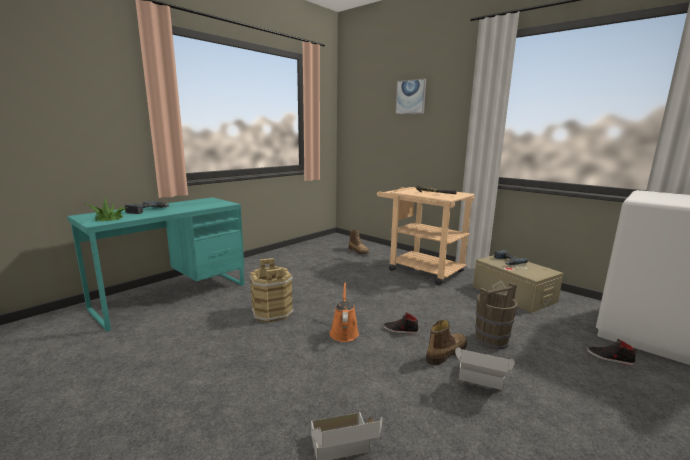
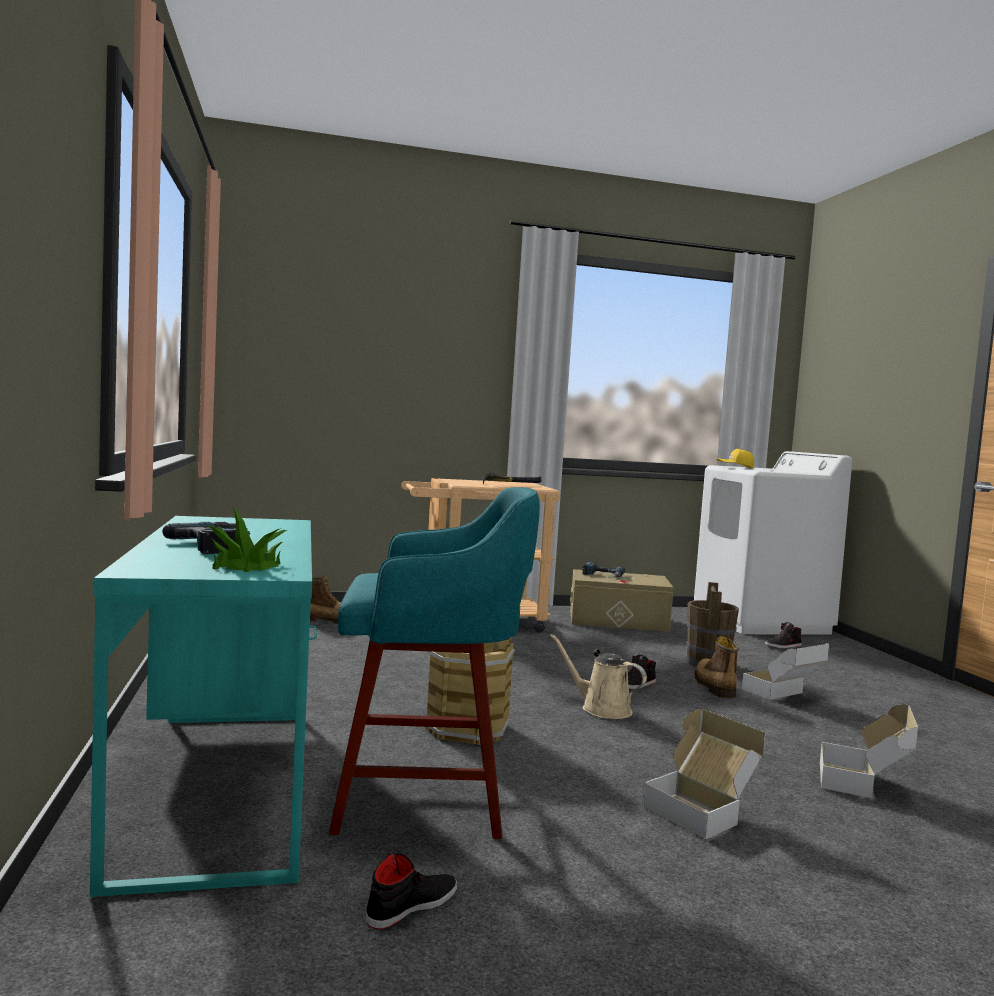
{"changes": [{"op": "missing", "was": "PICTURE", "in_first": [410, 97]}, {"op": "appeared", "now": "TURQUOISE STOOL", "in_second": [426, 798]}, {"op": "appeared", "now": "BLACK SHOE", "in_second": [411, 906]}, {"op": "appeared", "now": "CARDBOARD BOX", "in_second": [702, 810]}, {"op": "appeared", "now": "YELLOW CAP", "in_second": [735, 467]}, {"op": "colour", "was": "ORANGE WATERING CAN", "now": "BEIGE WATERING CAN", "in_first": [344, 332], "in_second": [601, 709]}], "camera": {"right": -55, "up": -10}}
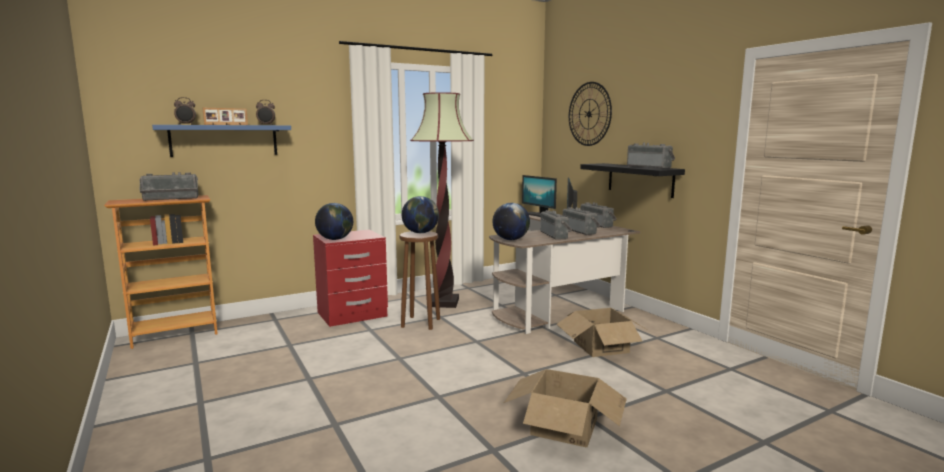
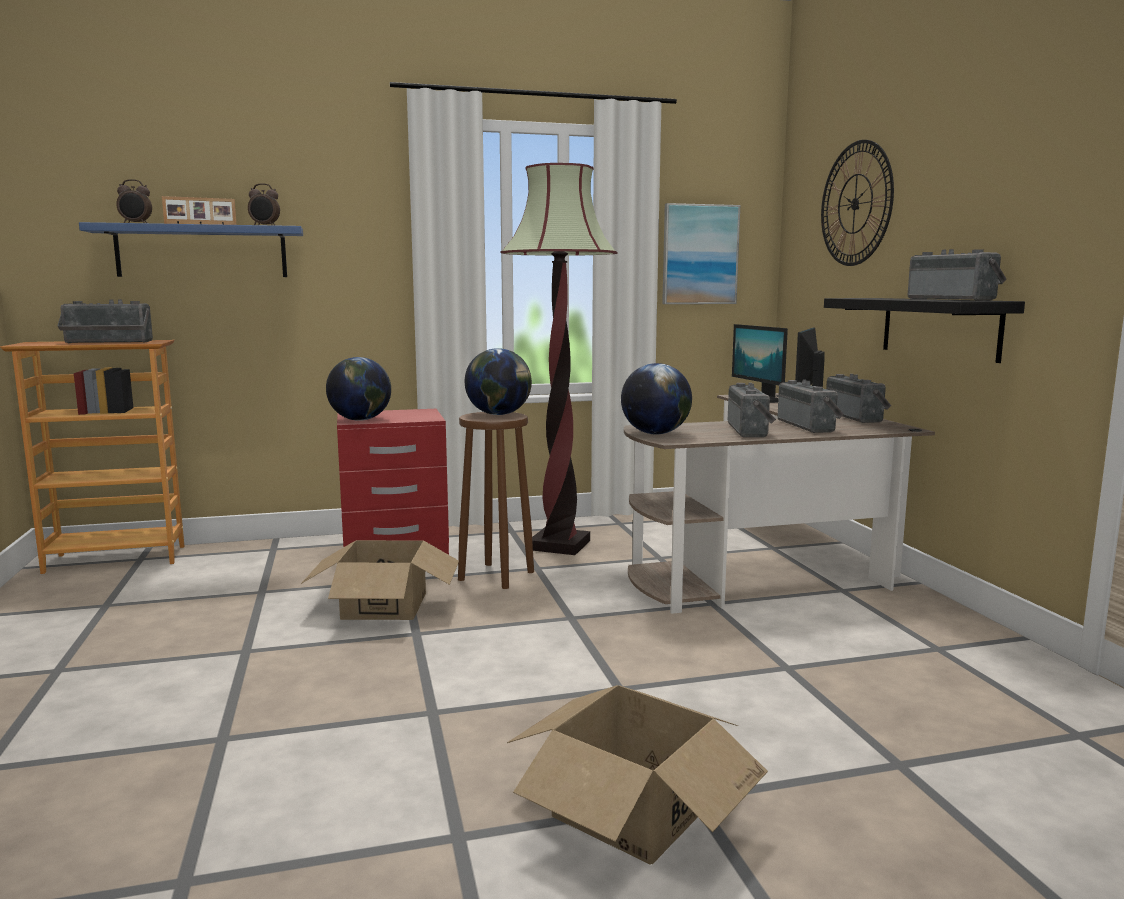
{"changes": [{"op": "appeared", "now": "PICTURE", "in_second": [699, 254]}, {"op": "relocated", "was": "CARDBOARD BOX", "in_first": [600, 347], "in_second": [383, 605]}], "camera": {"right": 15, "up": 0}}
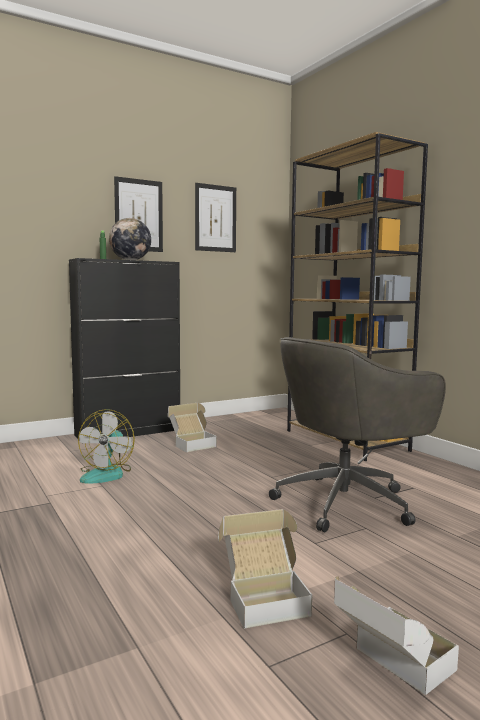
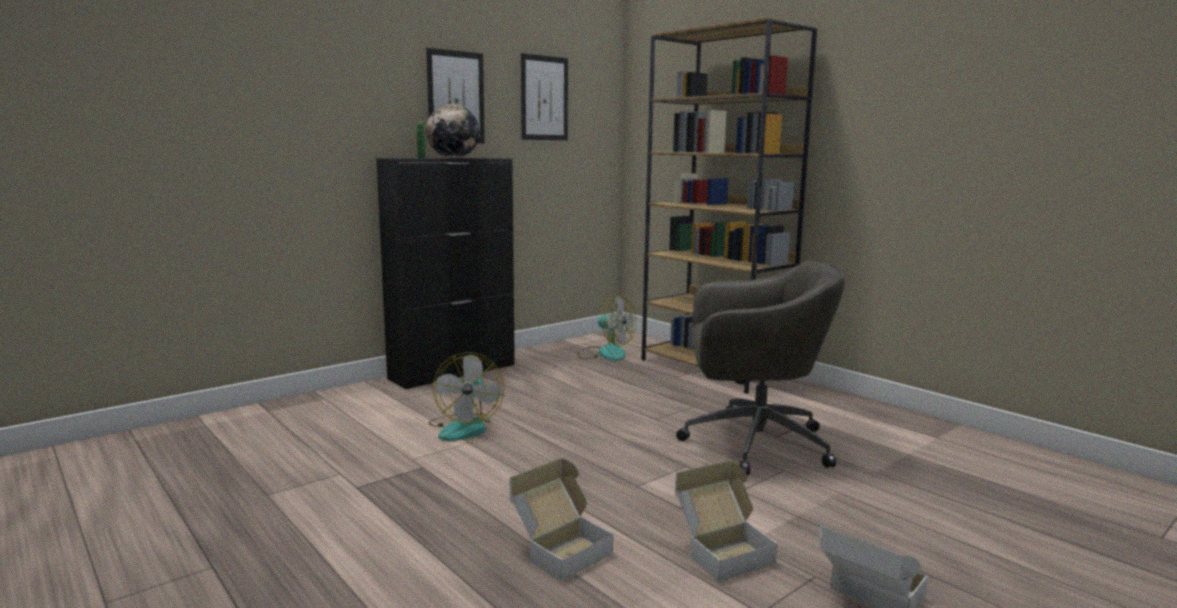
{"changes": [{"op": "appeared", "now": "FAN", "in_second": [605, 353]}, {"op": "relocated", "was": "CARDBOARD BOX", "in_first": [191, 444], "in_second": [559, 550]}, {"op": "spun", "was": "GREY OFFICE CHAIR", "in_first": [347, 502], "in_second": [751, 443], "clockwise": -135}], "camera": {"right": -10, "up": 5}}
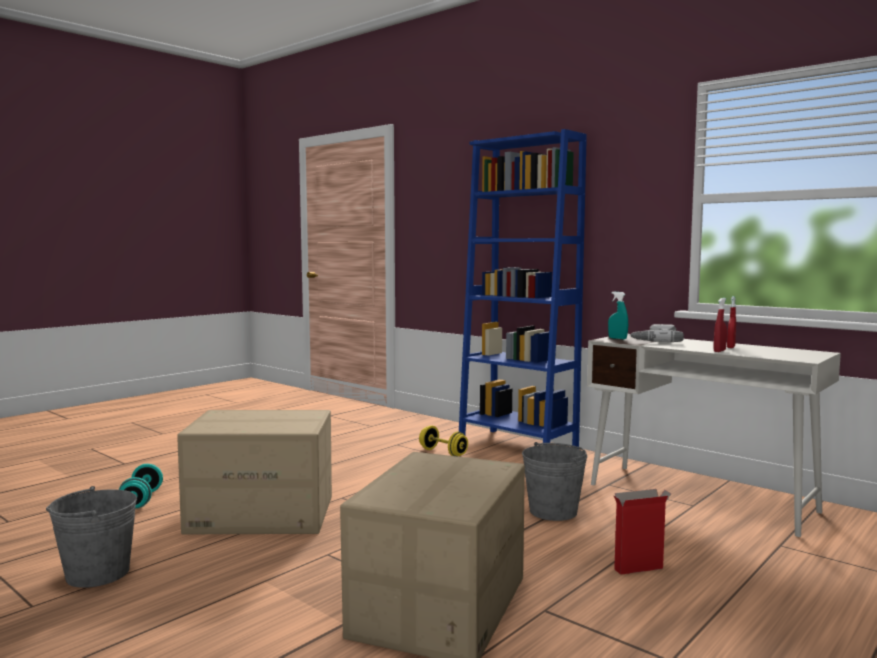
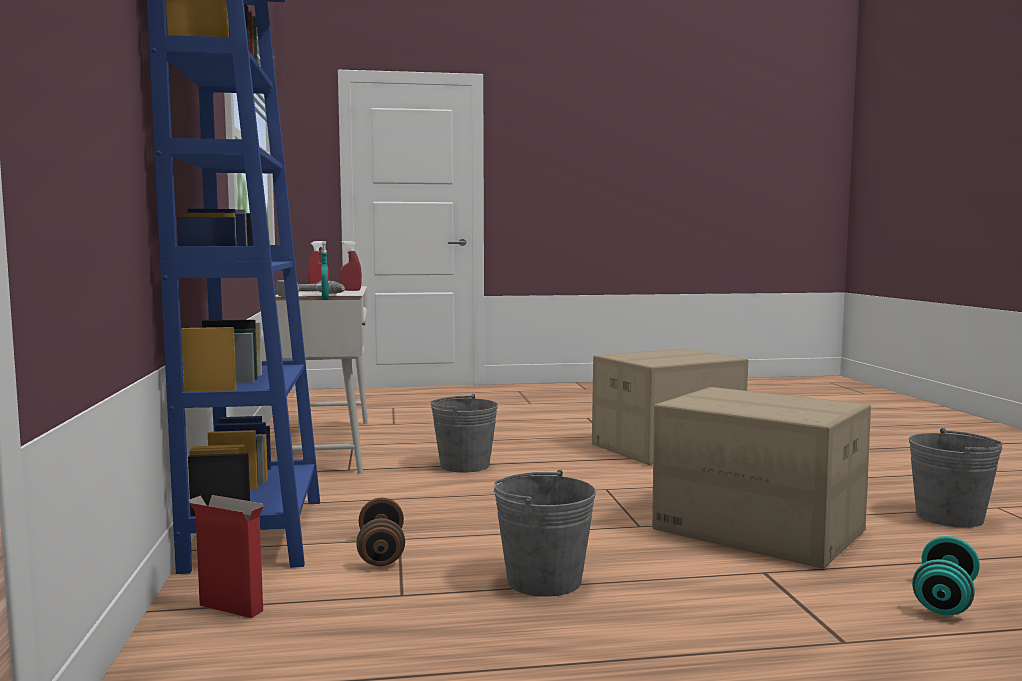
{"changes": [{"op": "appeared", "now": "GREY BUCKET", "in_second": [544, 580]}, {"op": "relocated", "was": "CARDBOARD BOX", "in_first": [639, 568], "in_second": [229, 608]}, {"op": "colour", "was": "YELLOW DUMBBELL", "now": "BROWN DUMBBELL", "in_first": [443, 453], "in_second": [381, 552]}], "camera": {"right": -140, "up": 0}}
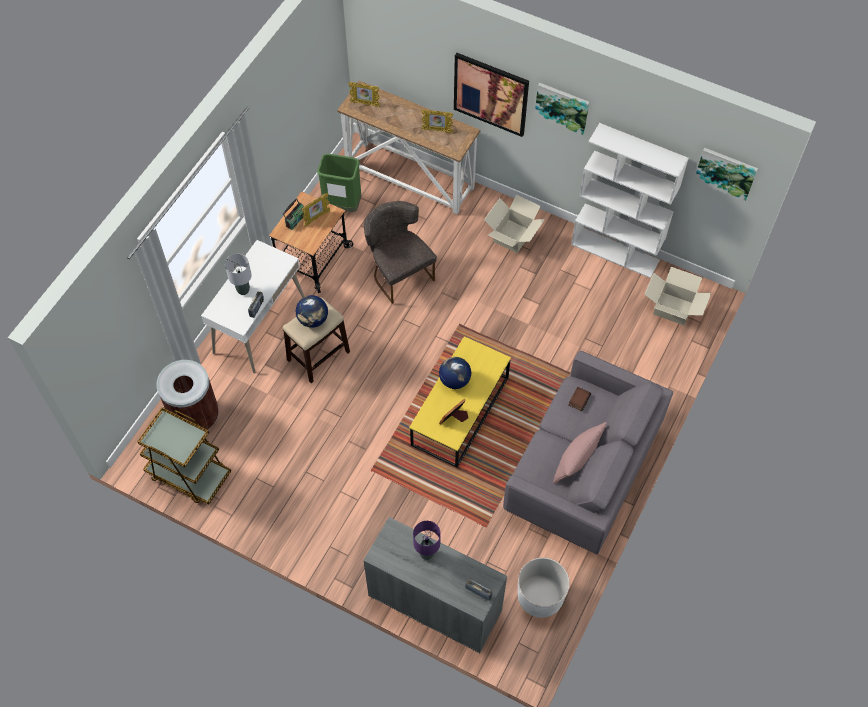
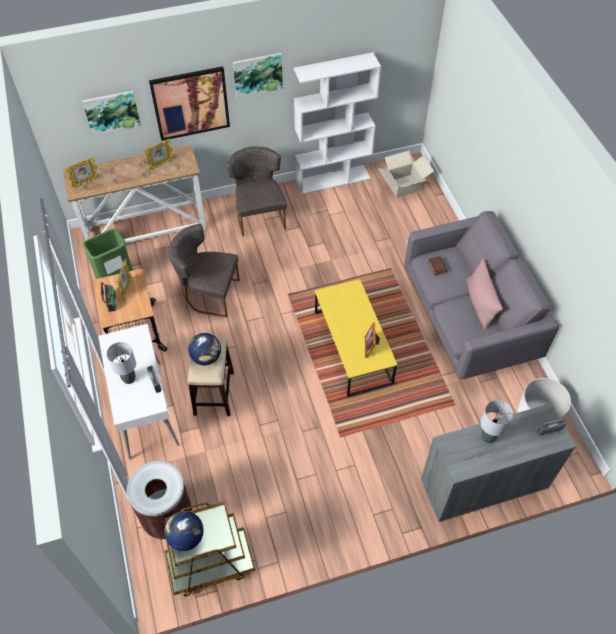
{"changes": [{"op": "relocated", "was": "GLOBE", "in_first": [454, 380], "in_second": [186, 537]}, {"op": "relocated", "was": "PICTURE", "in_first": [726, 172], "in_second": [112, 112]}, {"op": "exchanged", "was": "CARDBOARD BOX", "now": "GREY CHAIR", "in_first": [513, 236], "in_second": [259, 215]}, {"op": "colour", "was": "PURPLE TABLE LAMP", "now": "GREY TABLE LAMP", "in_first": [427, 554], "in_second": [488, 437]}], "camera": {"right": -45, "up": -5}}
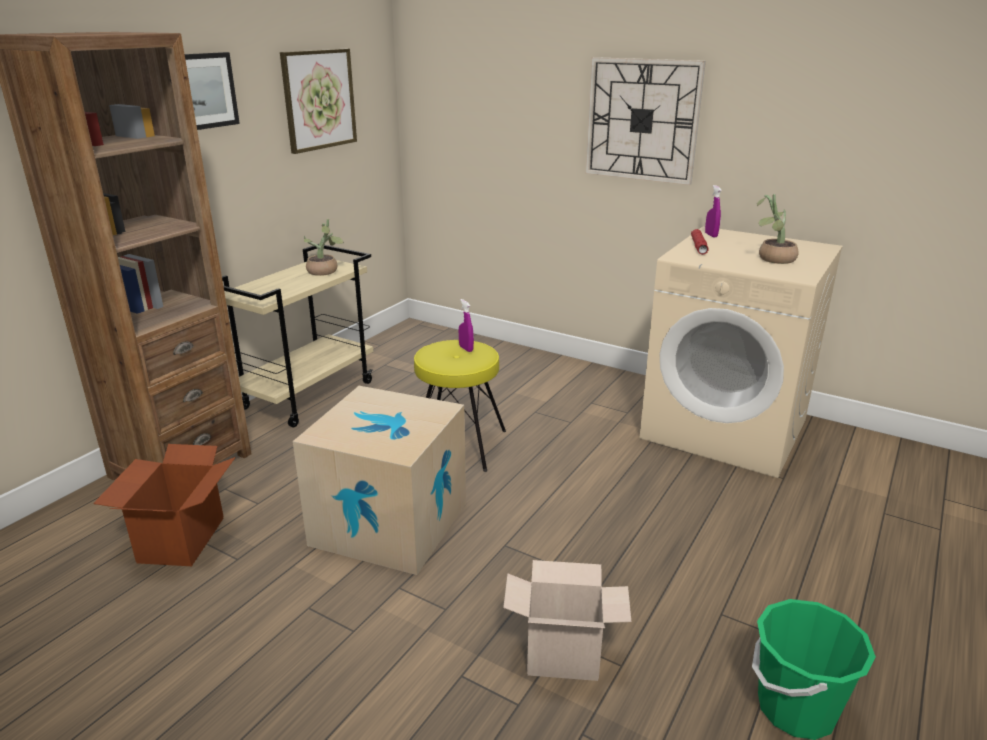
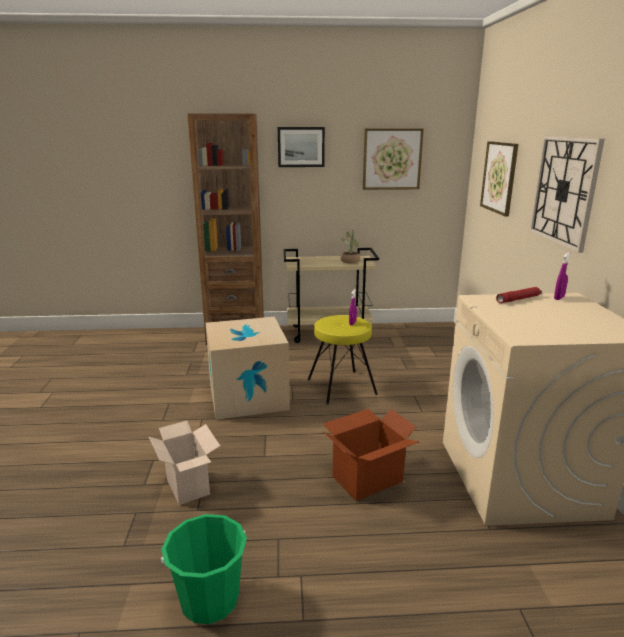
{"changes": [{"op": "missing", "was": "POTTED PLANT", "in_first": [772, 259]}, {"op": "appeared", "now": "PICTURE", "in_second": [499, 177]}, {"op": "relocated", "was": "CARDBOARD BOX", "in_first": [180, 540], "in_second": [366, 478]}], "camera": {"right": 55, "up": -5}}
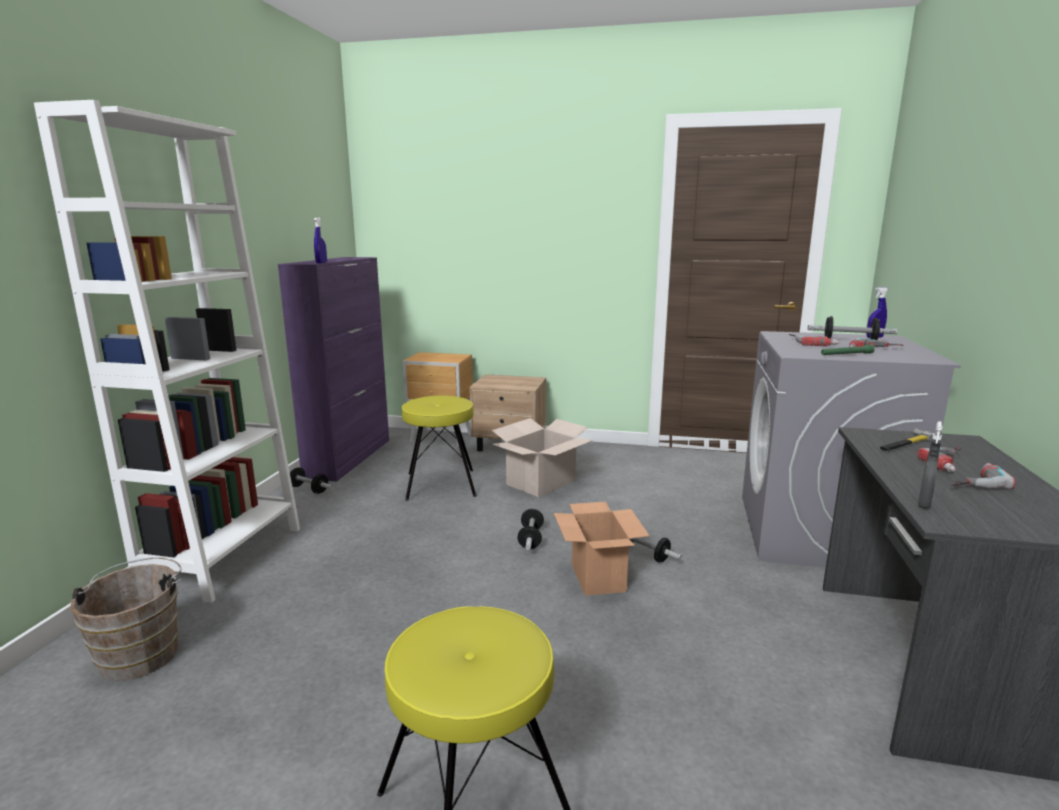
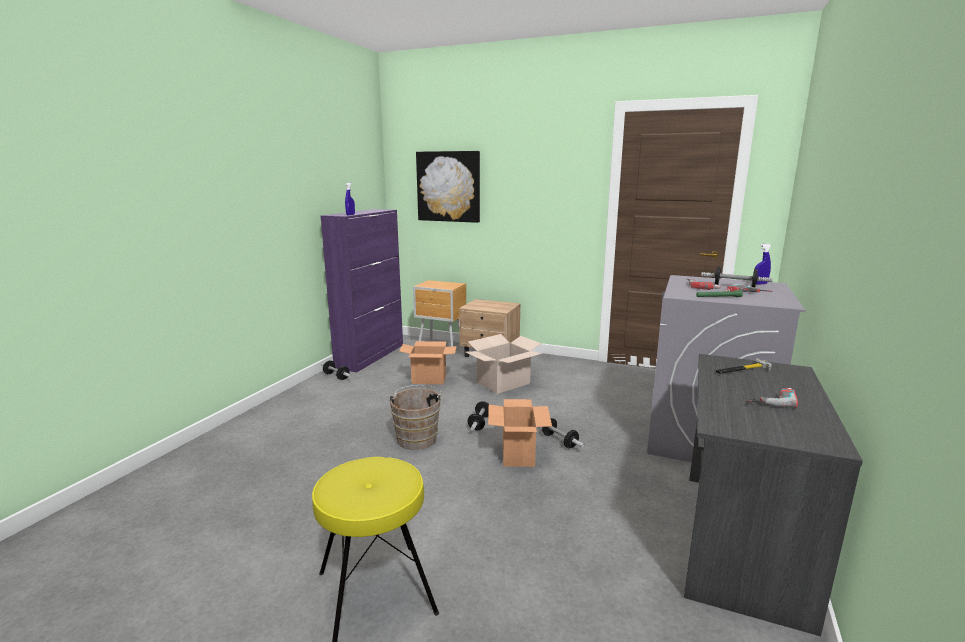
{"changes": [{"op": "missing", "was": "WHITE BOOKCASE", "in_first": [224, 557]}, {"op": "missing", "was": "GREY SPRAY BOTTLE", "in_first": [924, 503]}, {"op": "missing", "was": "POWER DRILL", "in_first": [954, 463]}, {"op": "appeared", "now": "PICTURE", "in_second": [448, 186]}, {"op": "relocated", "was": "BROWN BUCKET", "in_first": [142, 653], "in_second": [417, 438]}, {"op": "exchanged", "was": "YELLOW STOOL", "now": "CARDBOARD BOX", "in_first": [441, 484], "in_second": [429, 379]}], "camera": {"right": 10, "up": 0}}
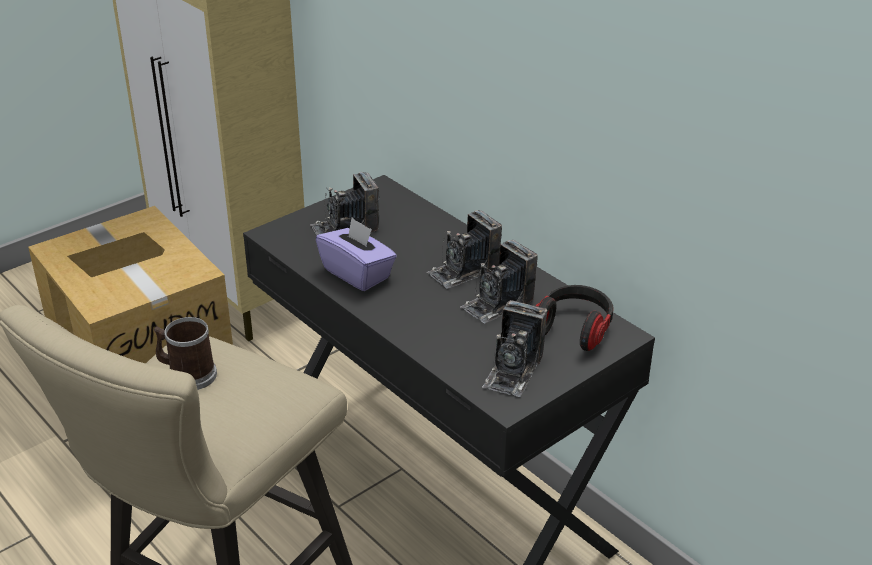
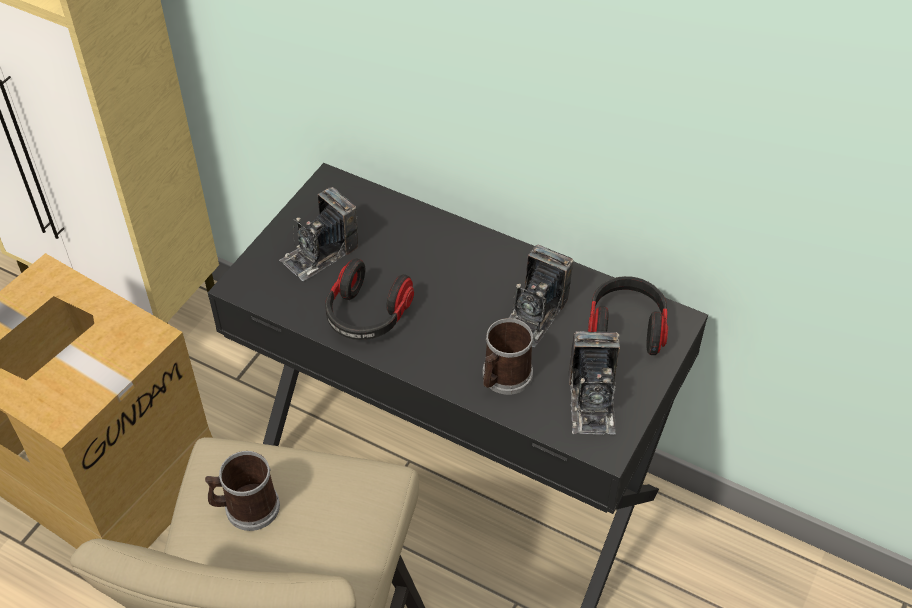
{"changes": [{"op": "missing", "was": "PHOTO CAMERA", "in_first": [463, 271]}, {"op": "appeared", "now": "MUG", "in_second": [503, 378]}, {"op": "exchanged", "was": "PURPLE TISSUE BOX", "now": "HEADPHONES", "in_first": [357, 273], "in_second": [367, 316]}], "camera": {"right": -20, "up": 15}}
